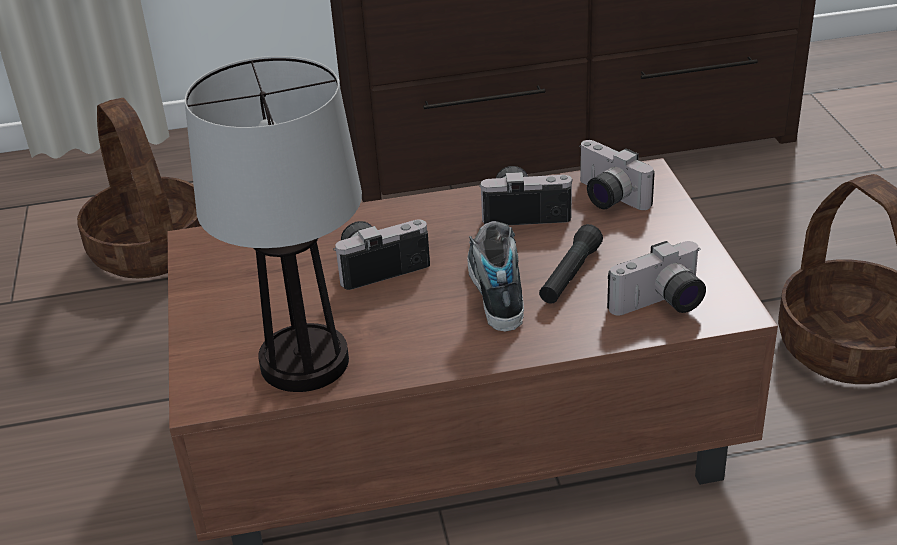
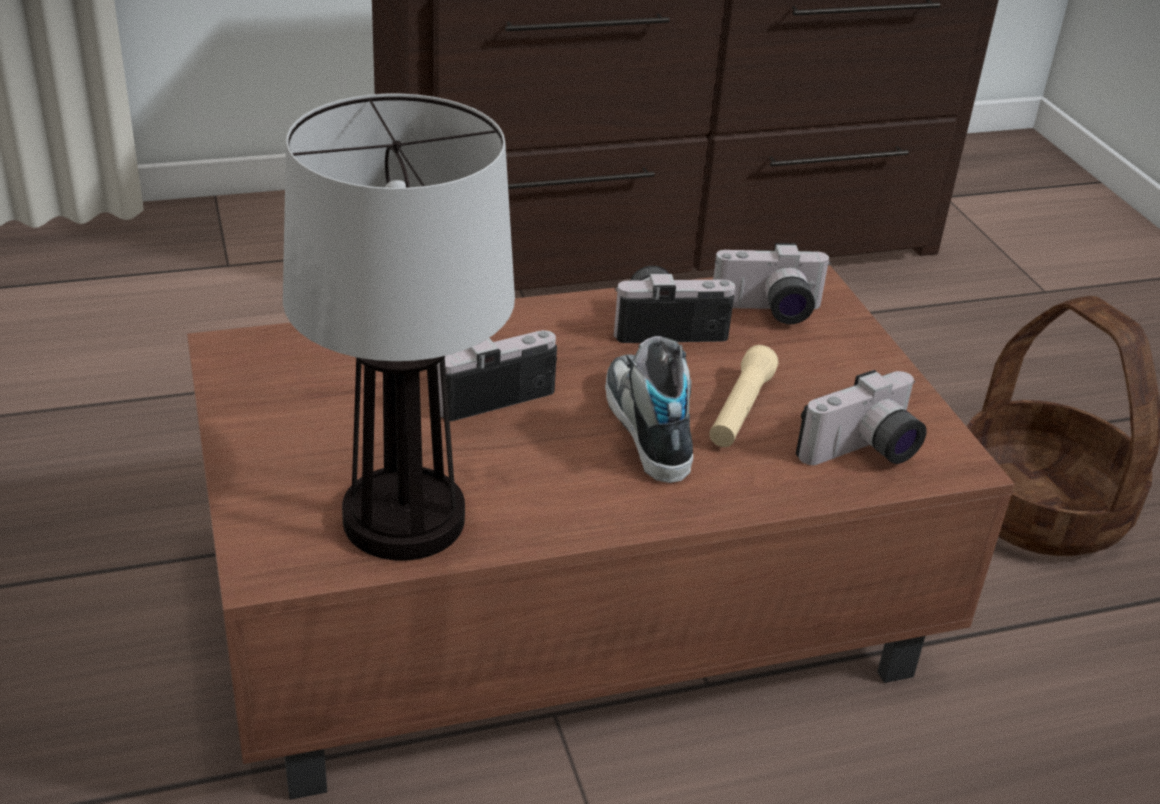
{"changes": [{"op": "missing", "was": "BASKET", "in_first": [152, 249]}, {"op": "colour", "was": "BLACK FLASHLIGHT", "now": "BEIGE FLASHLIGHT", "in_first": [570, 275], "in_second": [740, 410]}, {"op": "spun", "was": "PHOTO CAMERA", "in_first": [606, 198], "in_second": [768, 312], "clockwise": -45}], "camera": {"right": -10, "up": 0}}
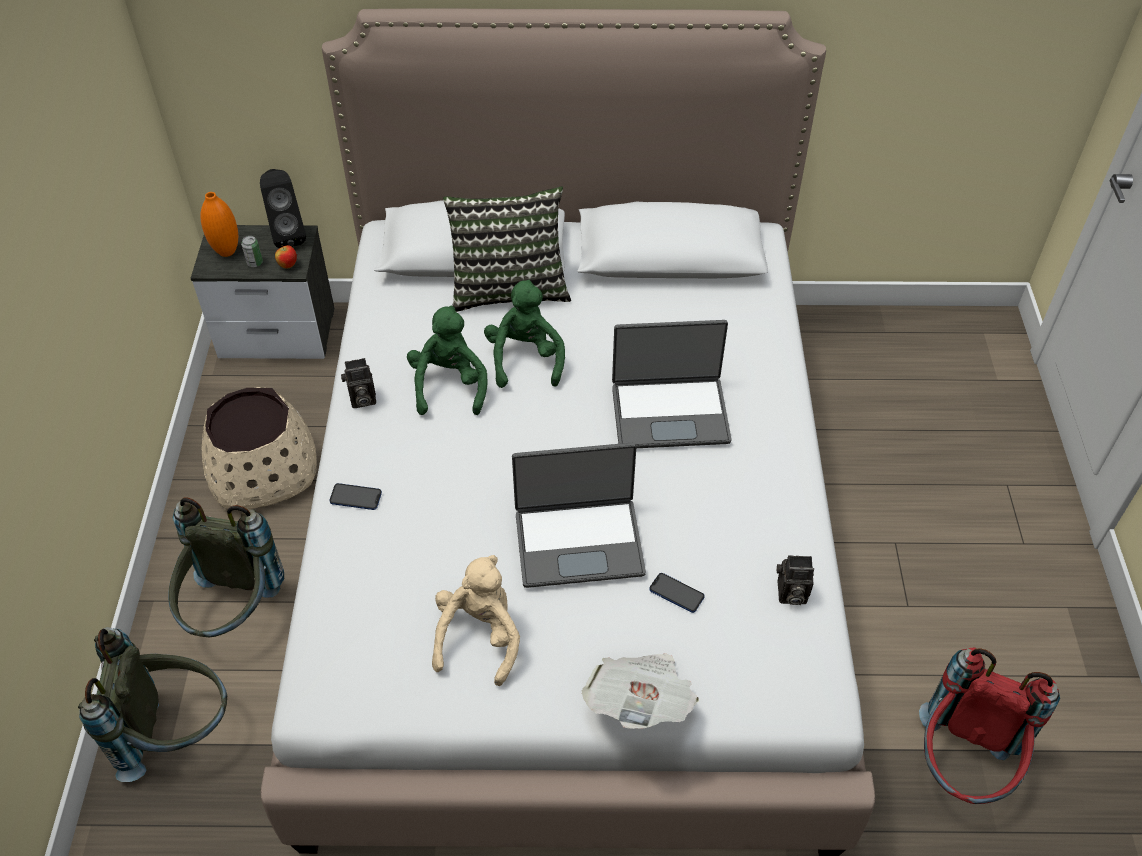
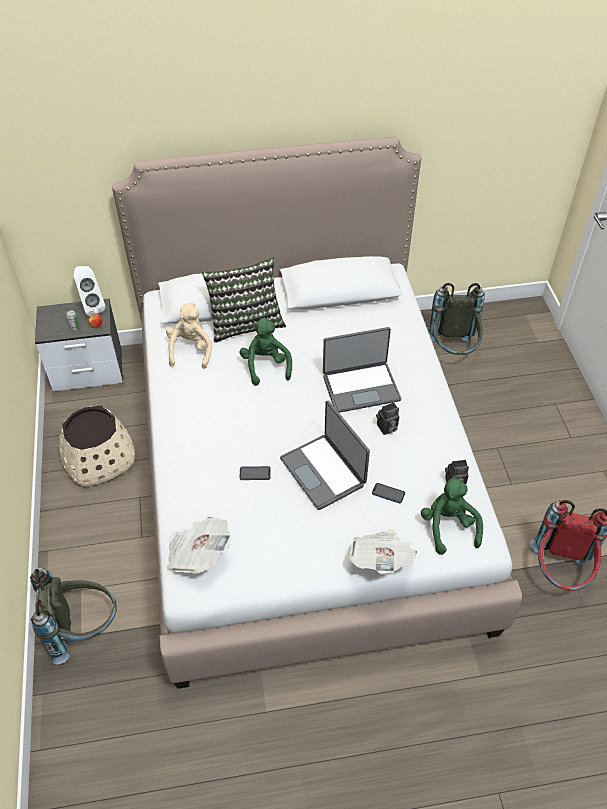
{"changes": [{"op": "missing", "was": "ORANGE VASE", "in_first": [227, 251]}, {"op": "appeared", "now": "NEWSPAPER", "in_second": [198, 553]}, {"op": "relocated", "was": "GREY BACKPACK", "in_first": [233, 613], "in_second": [452, 351]}, {"op": "relocated", "was": "PHONE", "in_first": [355, 497], "in_second": [255, 474]}, {"op": "relocated", "was": "PHOTO CAMERA", "in_first": [361, 399], "in_second": [386, 428]}, {"op": "relocated", "was": "GREEN PLUSH TOY", "in_first": [449, 385], "in_second": [448, 527]}, {"op": "relocated", "was": "BEIGE PLUSH TOY", "in_first": [479, 636], "in_second": [191, 350]}, {"op": "colour", "was": "BLACK SPEAKER", "now": "WHITE SPEAKER", "in_first": [288, 235], "in_second": [91, 307]}, {"op": "spun", "was": "LAPTOP", "in_first": [579, 541], "in_second": [324, 471], "clockwise": 75}], "camera": {"right": -10, "up": 0}}
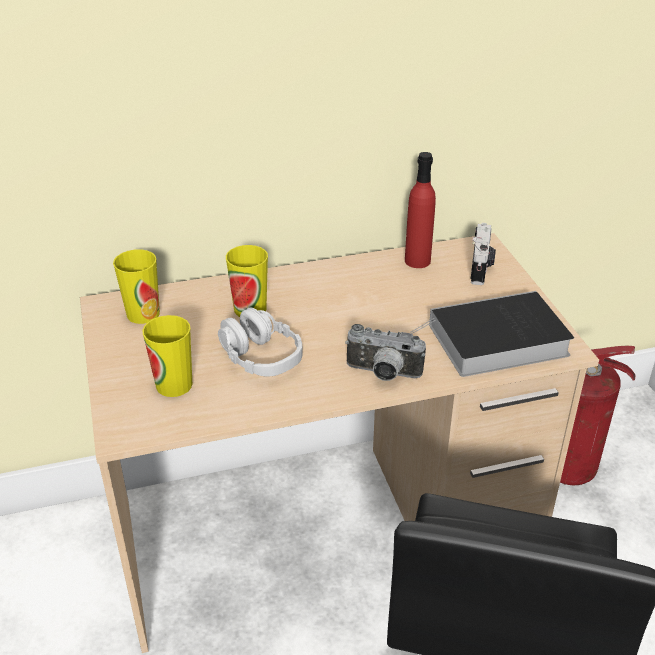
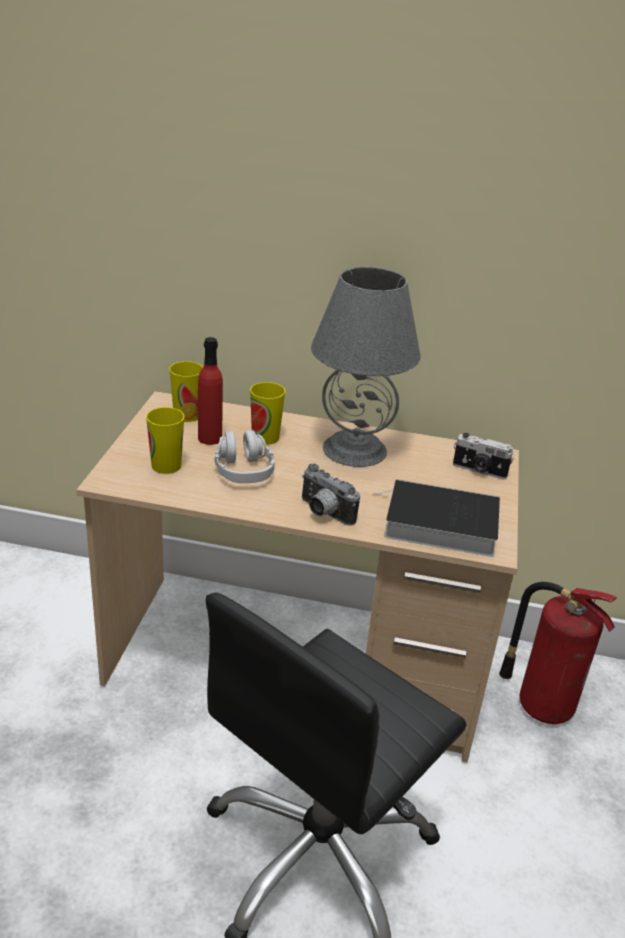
{"changes": [{"op": "appeared", "now": "GREY TABLE LAMP", "in_second": [354, 449]}, {"op": "relocated", "was": "RED BOTTLE", "in_first": [417, 261], "in_second": [210, 438]}, {"op": "spun", "was": "PHOTO CAMERA", "in_first": [481, 268], "in_second": [479, 470], "clockwise": 75}], "camera": {"right": 25, "up": -5}}
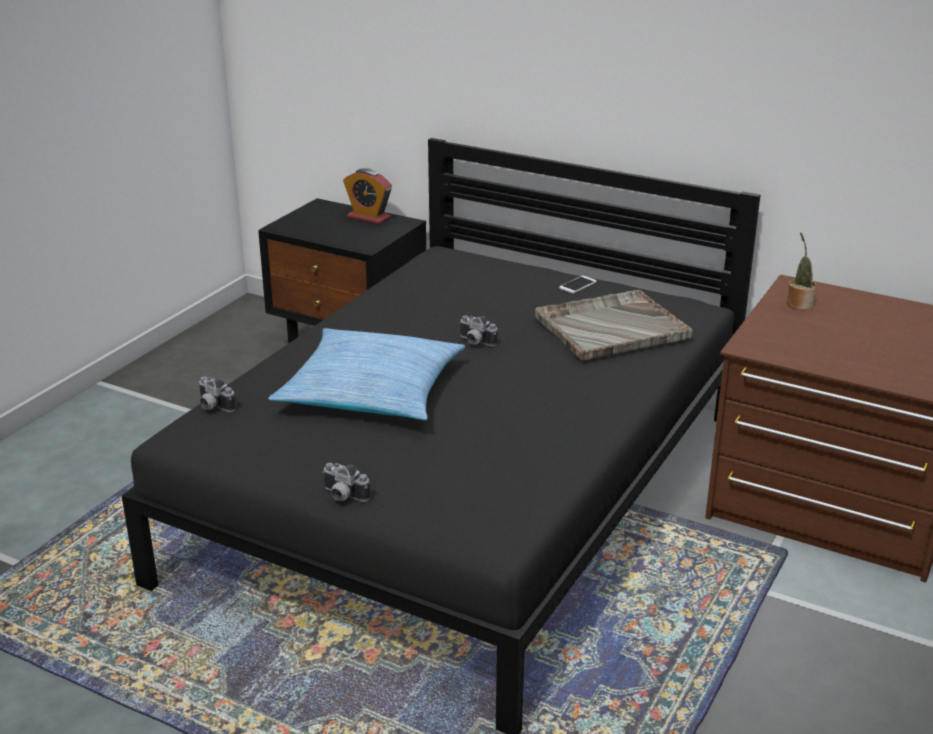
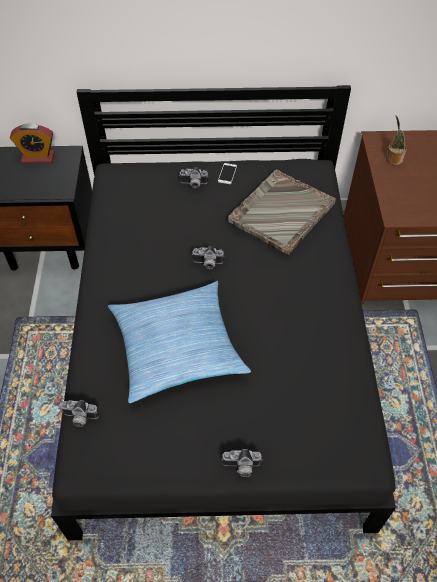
{"changes": [{"op": "appeared", "now": "PHOTO CAMERA", "in_second": [193, 184]}], "camera": {"right": -30, "up": 25}}
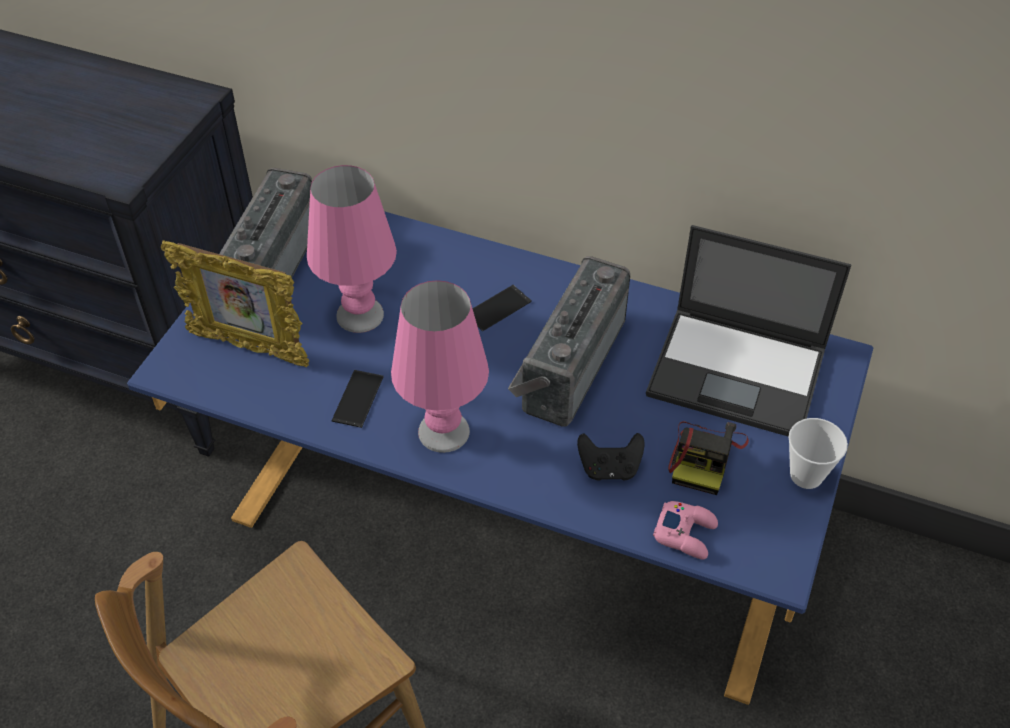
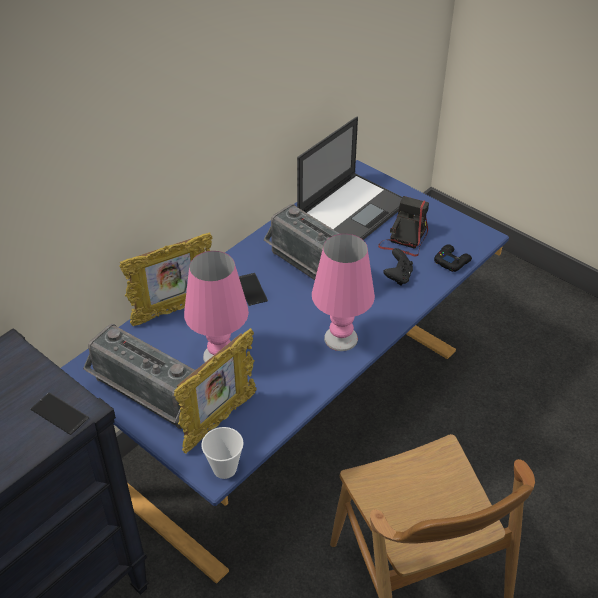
{"changes": [{"op": "appeared", "now": "PICTURE FRAME", "in_second": [174, 310]}, {"op": "relocated", "was": "PHONE", "in_first": [358, 399], "in_second": [59, 414]}, {"op": "relocated", "was": "CUP", "in_first": [806, 475], "in_second": [224, 469]}, {"op": "colour", "was": "PINK GAME CONTROLLER", "now": "BLACK GAME CONTROLLER", "in_first": [685, 533], "in_second": [452, 261]}, {"op": "spun", "was": "PHOTO CAMERA", "in_first": [705, 457], "in_second": [405, 239], "clockwise": -105}], "camera": {"right": -70, "up": -5}}
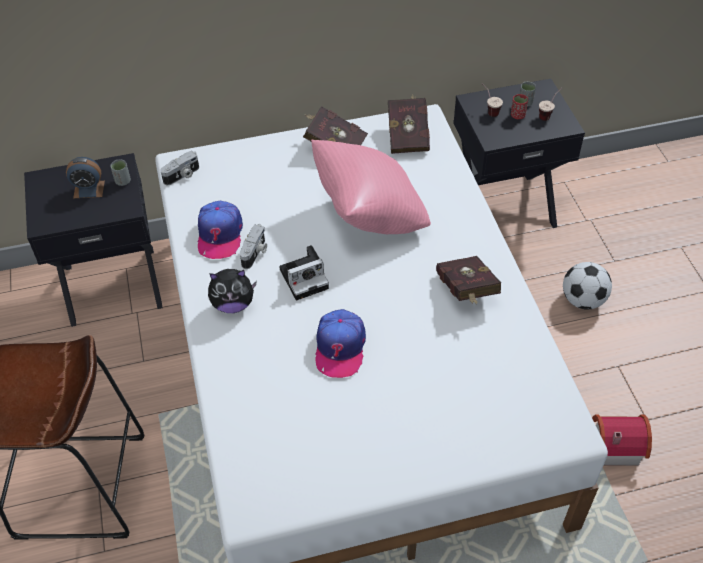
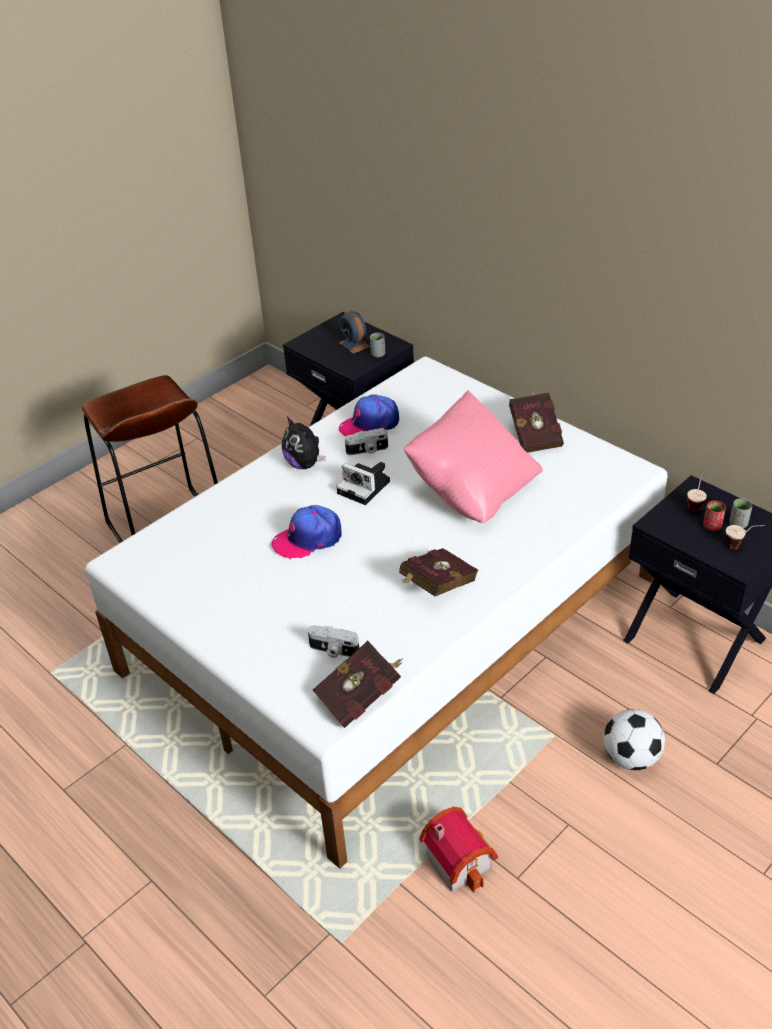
{"changes": [{"op": "relocated", "was": "PHOTO CAMERA", "in_first": [182, 176], "in_second": [333, 650]}, {"op": "relocated", "was": "RED BOOK", "in_first": [408, 135], "in_second": [362, 697]}], "camera": {"right": 60, "up": -10}}
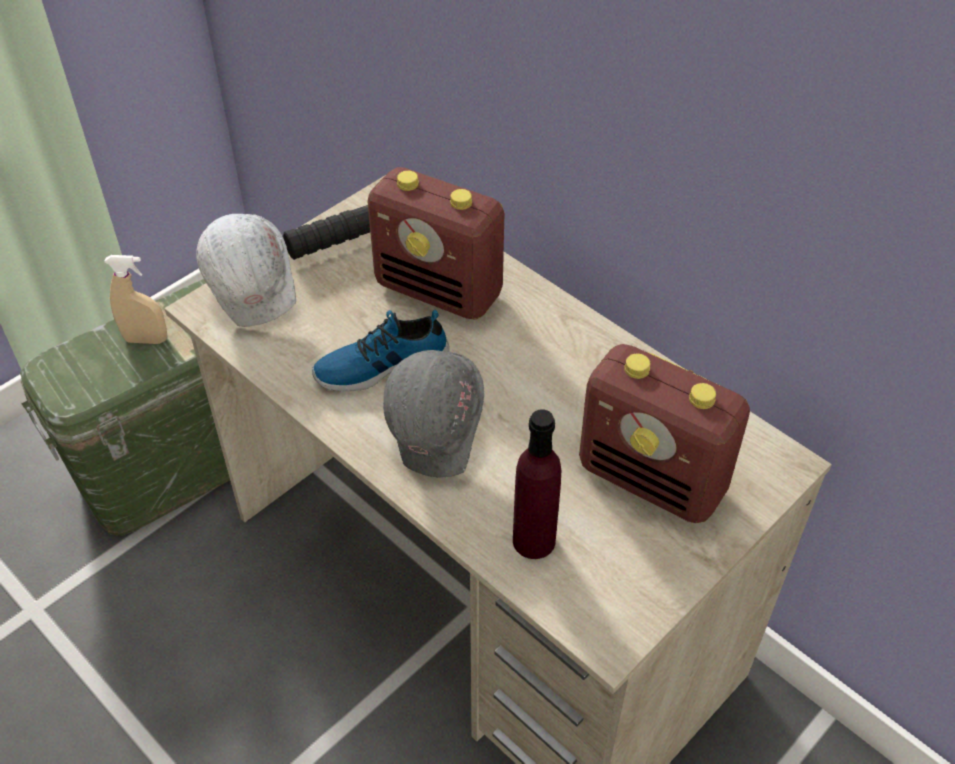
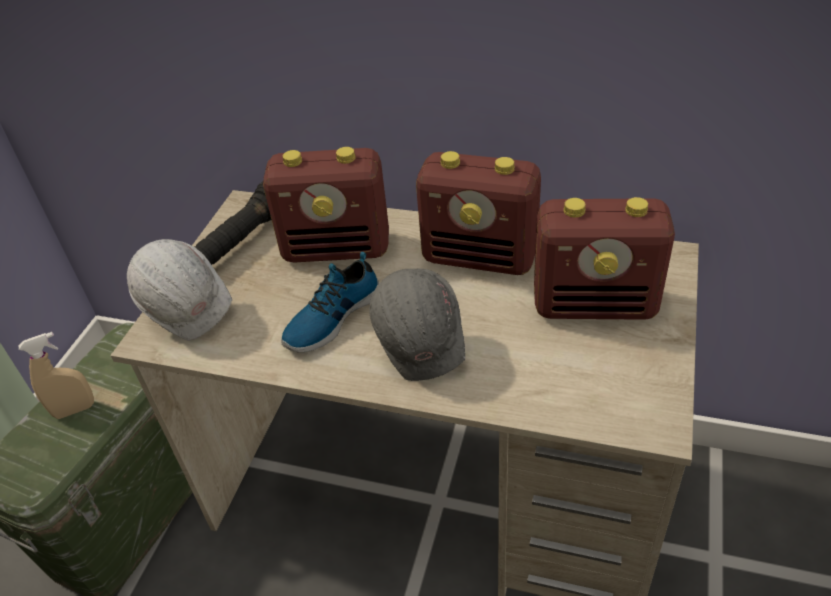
{"changes": [{"op": "missing", "was": "PURPLE BOTTLE", "in_first": [534, 540]}, {"op": "appeared", "now": "RADIO", "in_second": [481, 257]}], "camera": {"right": -25, "up": -5}}
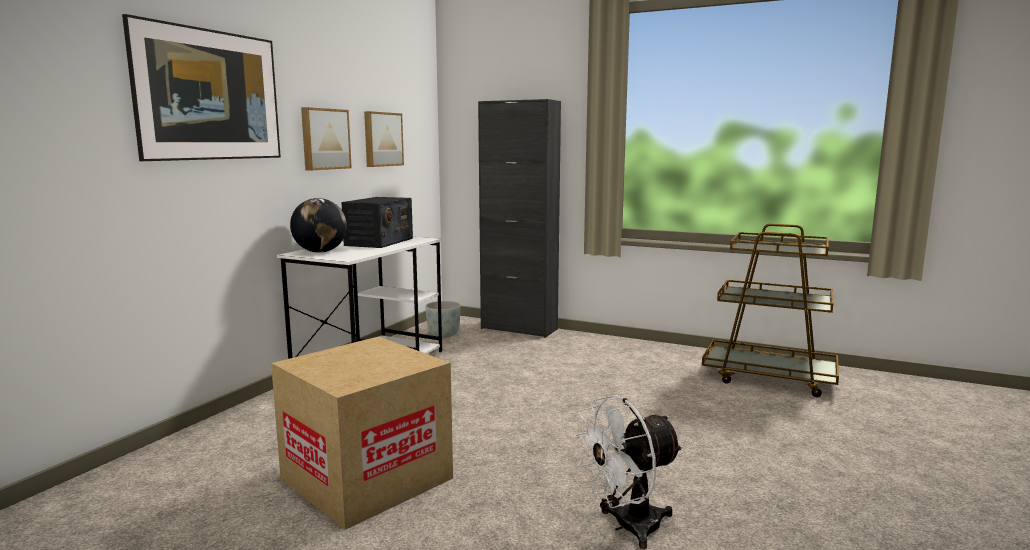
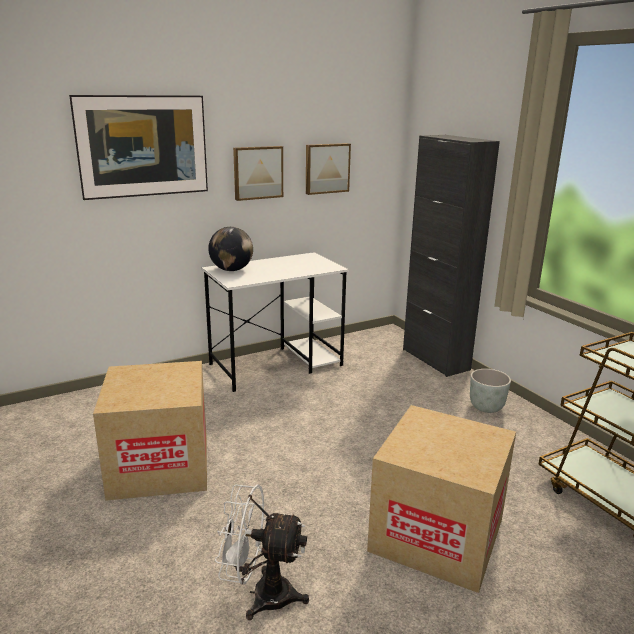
{"changes": [{"op": "missing", "was": "RADIO", "in_first": [379, 242]}, {"op": "appeared", "now": "CARDBOARD BOX", "in_second": [437, 535]}, {"op": "relocated", "was": "GREY PLANTER", "in_first": [443, 335], "in_second": [486, 407]}], "camera": {"right": 35, "up": 10}}
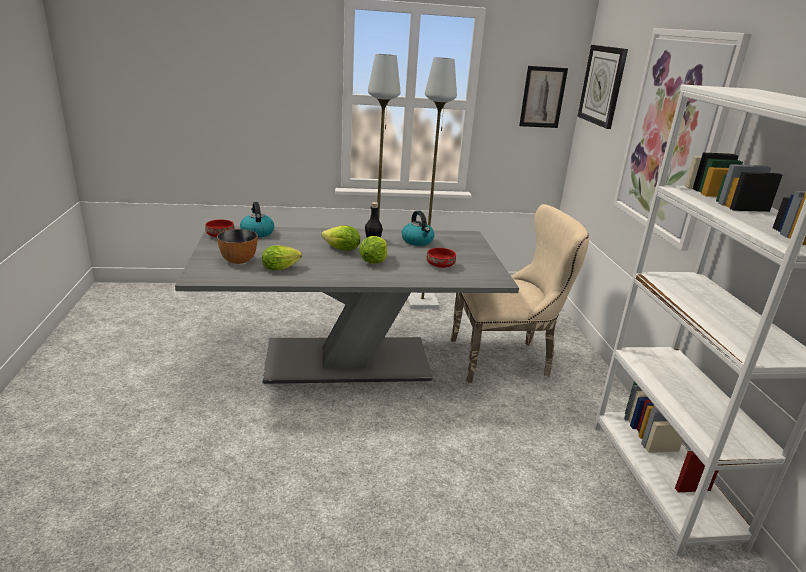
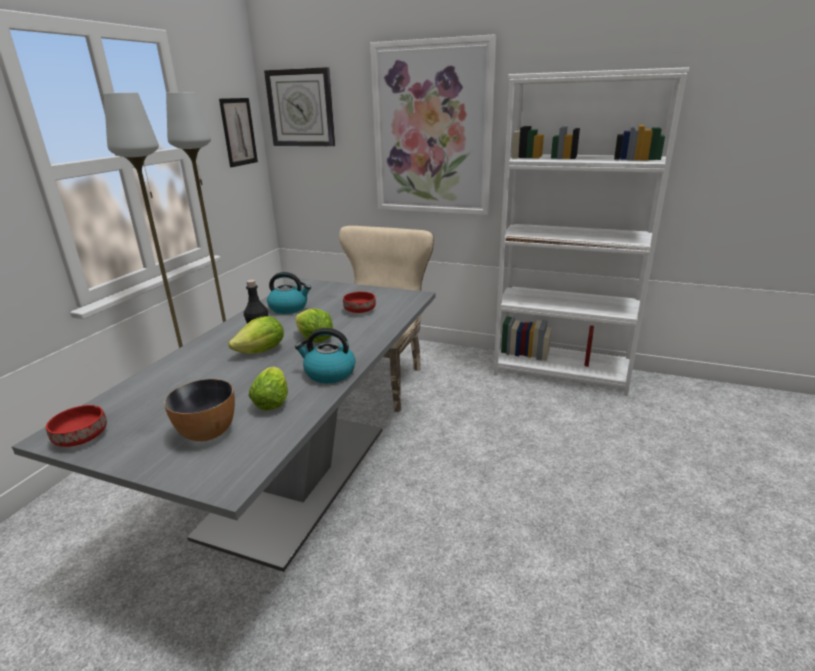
{"changes": [{"op": "relocated", "was": "KETTLE", "in_first": [257, 232], "in_second": [329, 373]}], "camera": {"right": -60, "up": 0}}
